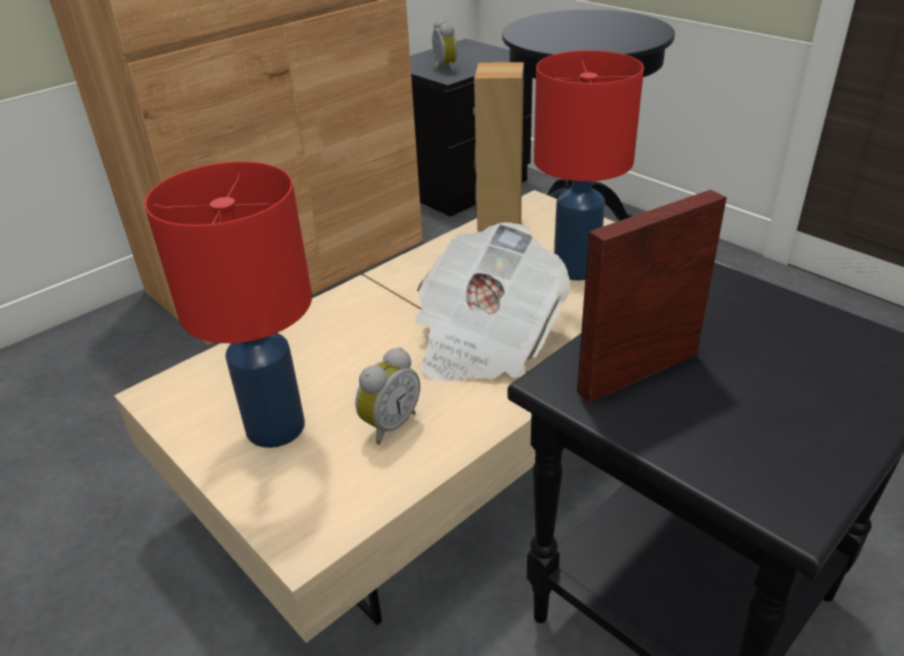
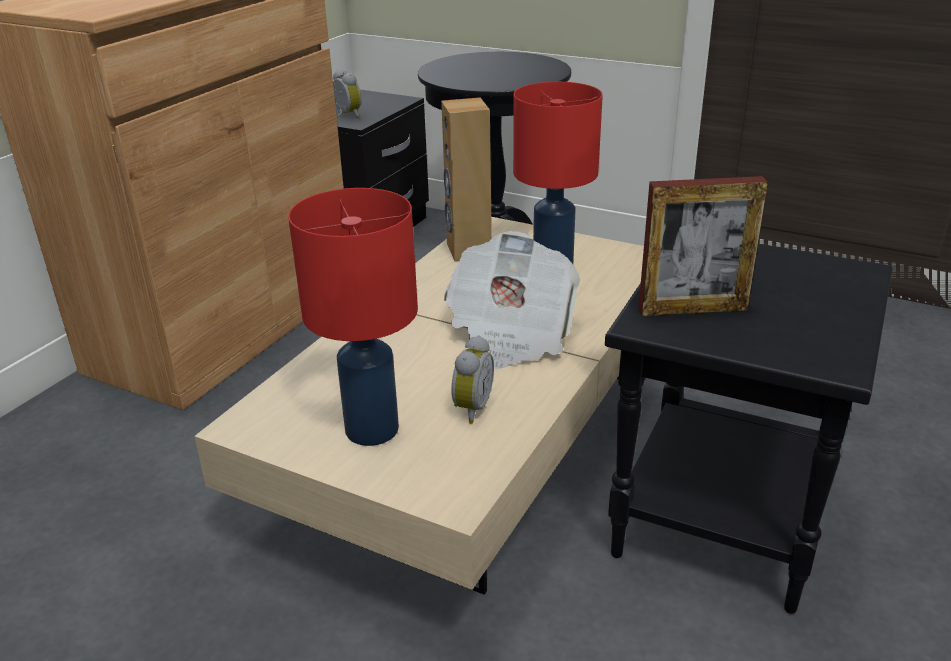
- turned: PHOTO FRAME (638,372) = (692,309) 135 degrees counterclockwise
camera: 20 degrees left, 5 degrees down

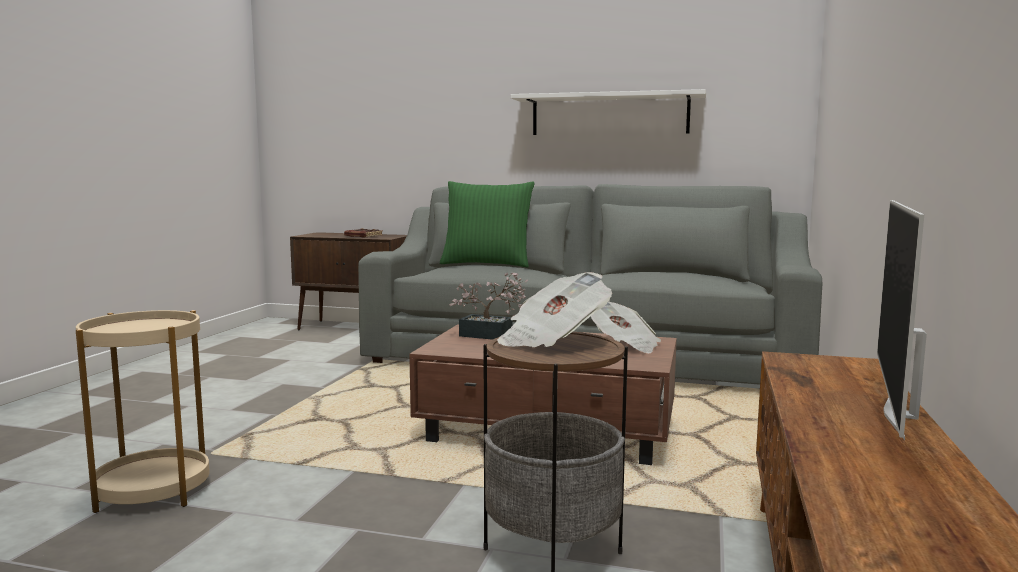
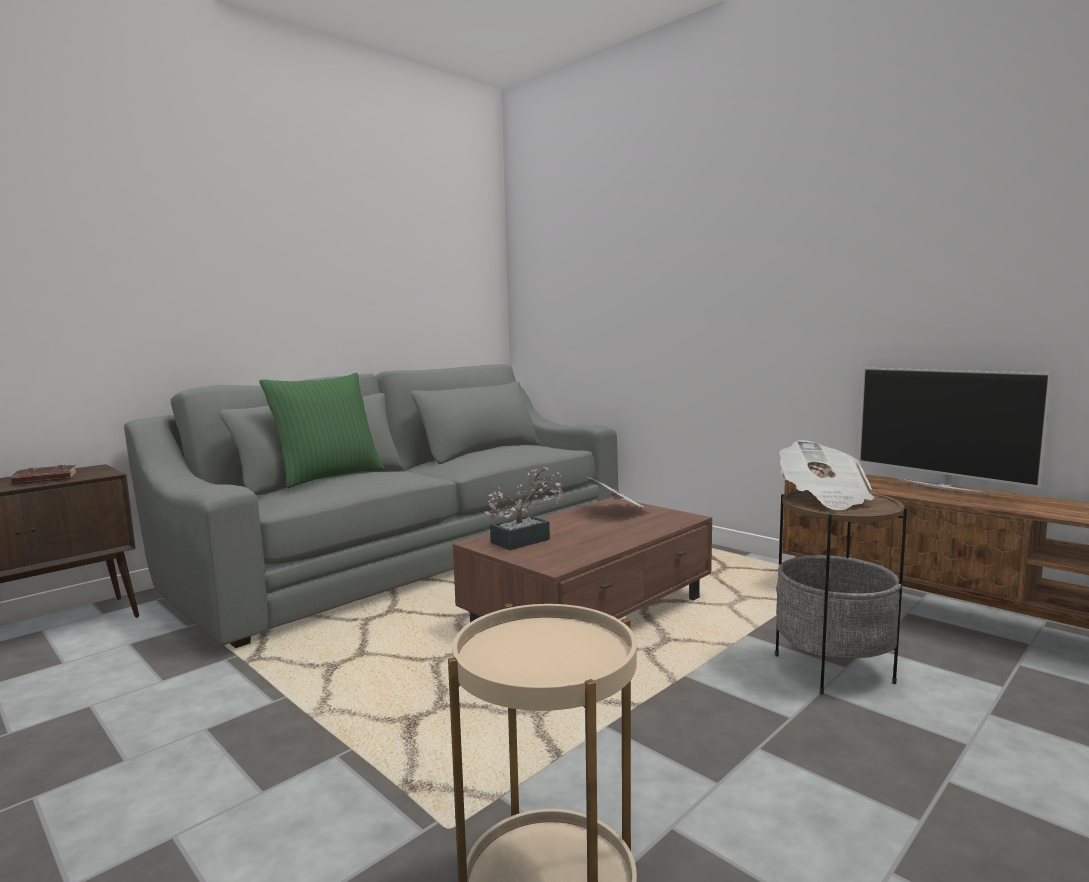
- removed: WHITISH SHELF (609,115)
camera: 60 degrees left, 0 degrees up

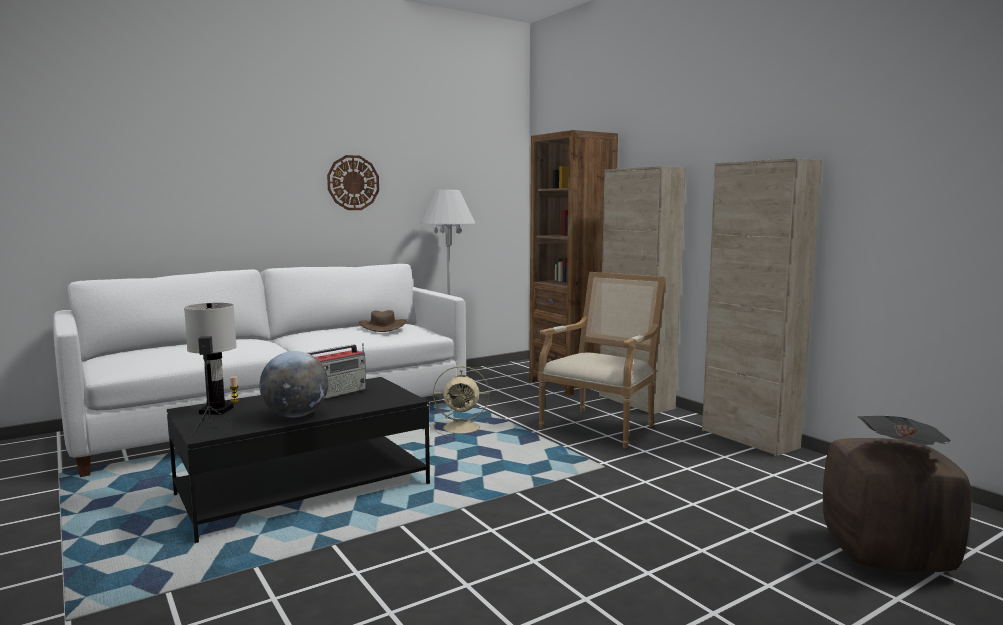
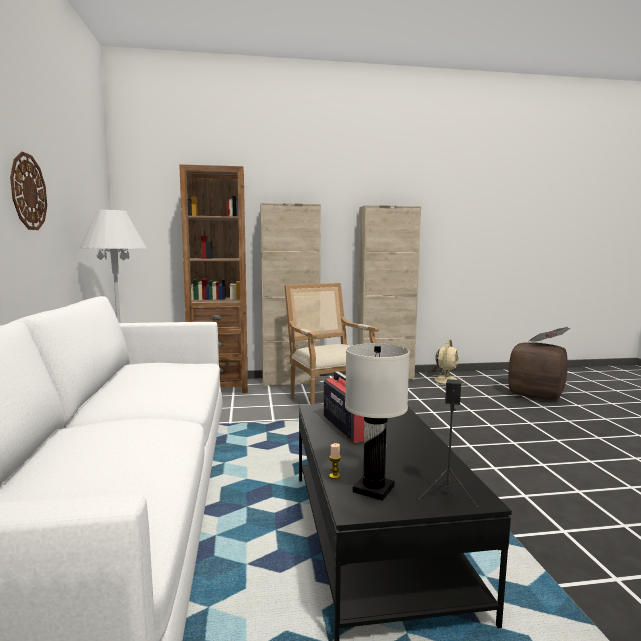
- removed: BROWN CLOTHING HAT (383,327)
- removed: GLOBE (296,415)
- moved: BEIGE COOLING FAN (463,428) to (447,380)
camera: 65 degrees left, 0 degrees up

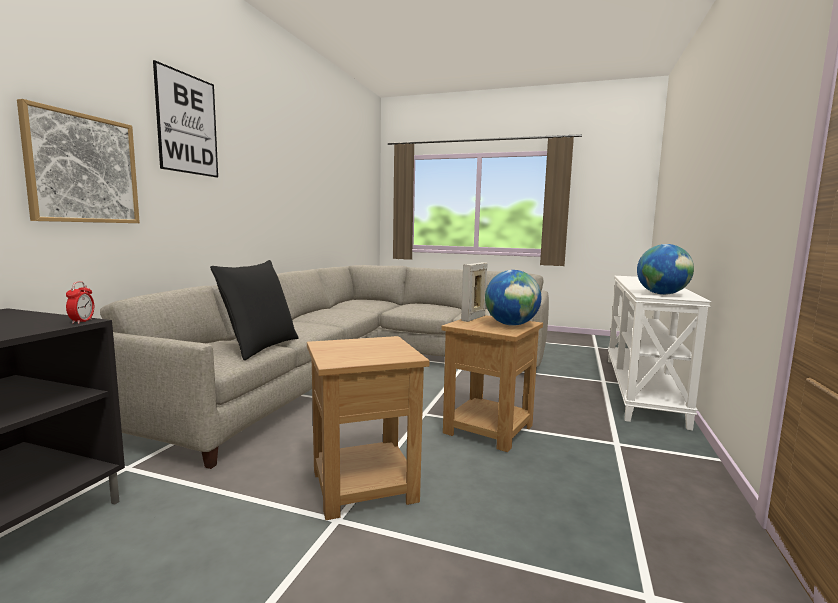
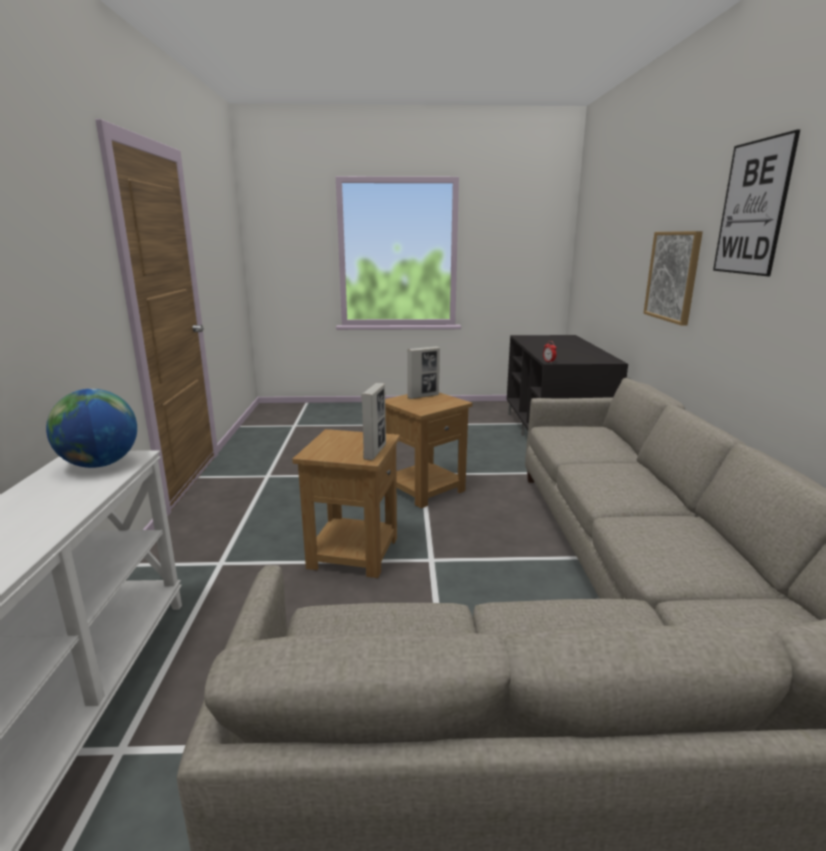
- removed: BLACK THROW PILLOW (259,347)
- removed: GLOBE (511,325)
- added: PHOTO FRAME (423,396)
camera: 160 degrees right, 10 degrees up

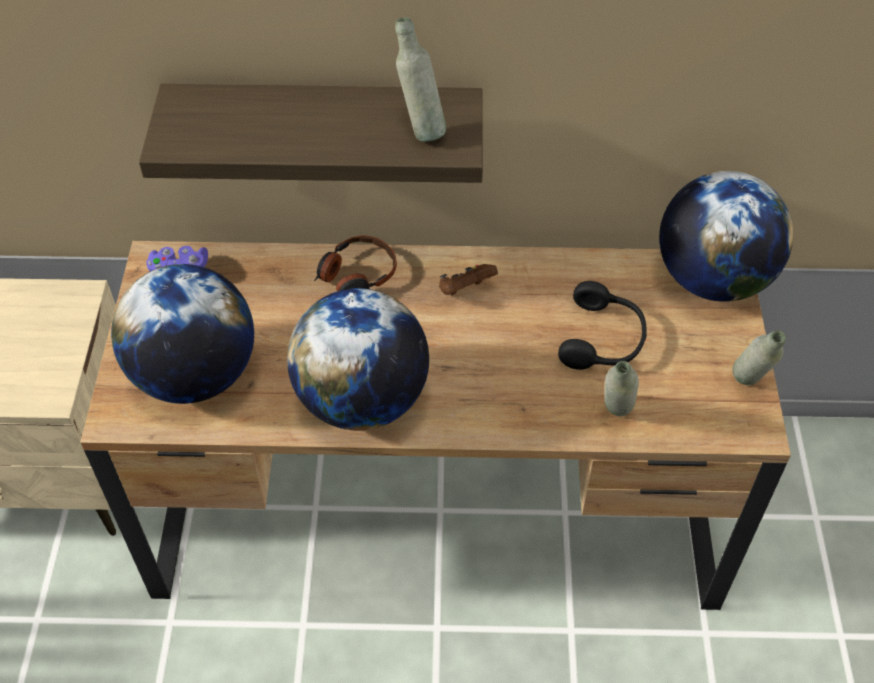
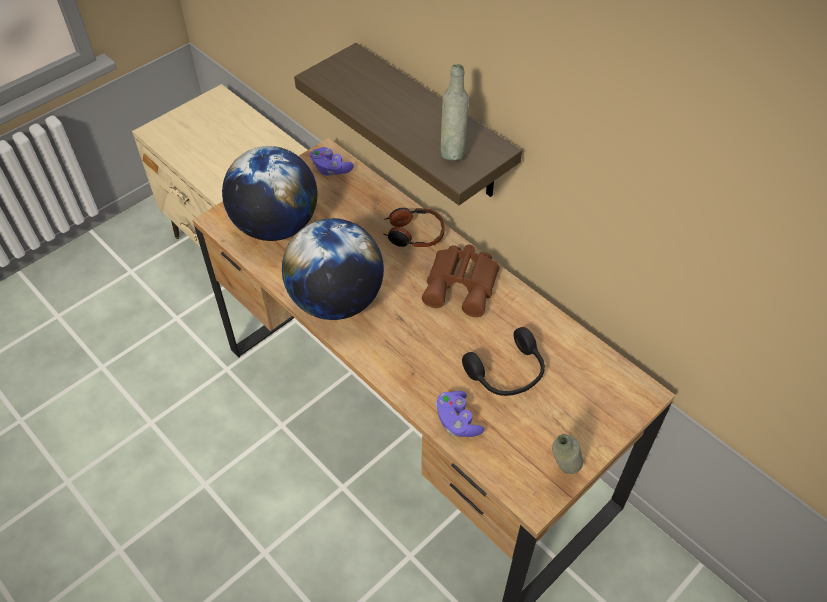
- removed: GLOBE (712,279)
- replaced: BROWN GAMEPAD (465,290) to BROWN PAIR OF BINOCULARS (463,285)
- replaced: GRAY BOTTLE (614,418) to PURPLE GAMEPAD (457,421)
camera: 45 degrees right, 0 degrees up

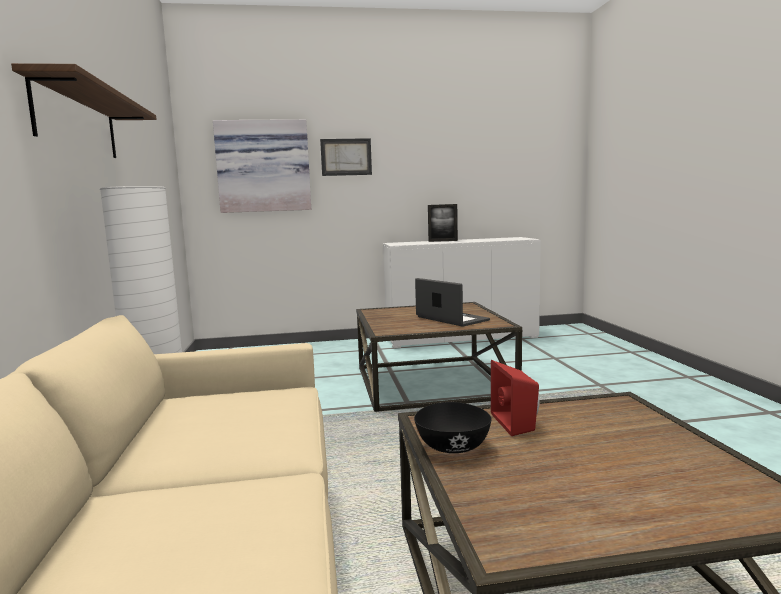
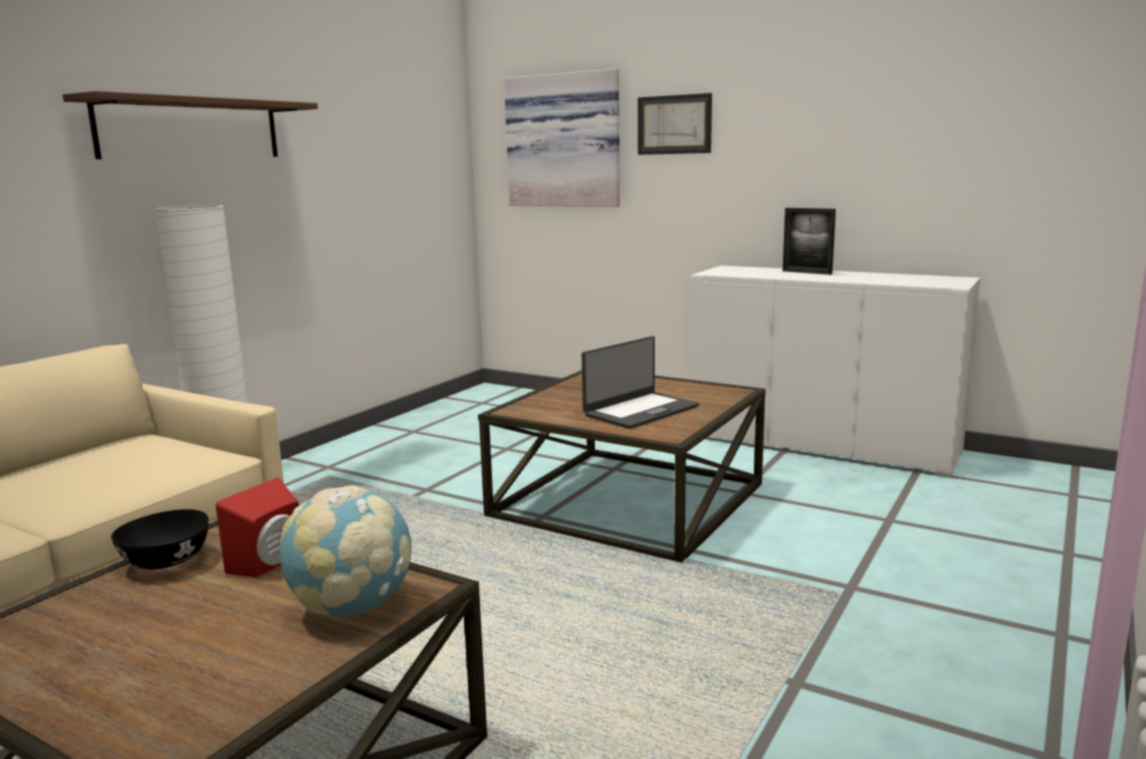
- turned: PORTABLE COMPUTER (451,319) = (640,410) 45 degrees clockwise
- added: GLOBE (352,608)
camera: 40 degrees right, 5 degrees up

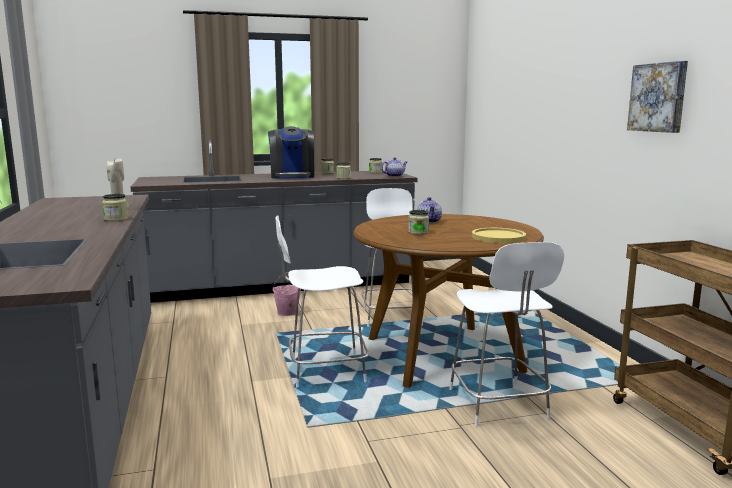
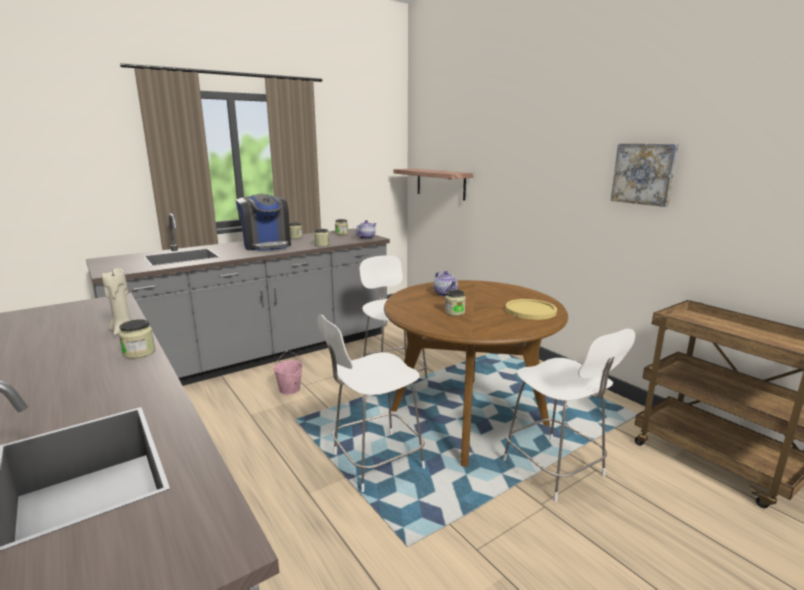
- added: SHELF (440,183)
camera: 20 degrees left, 5 degrees up

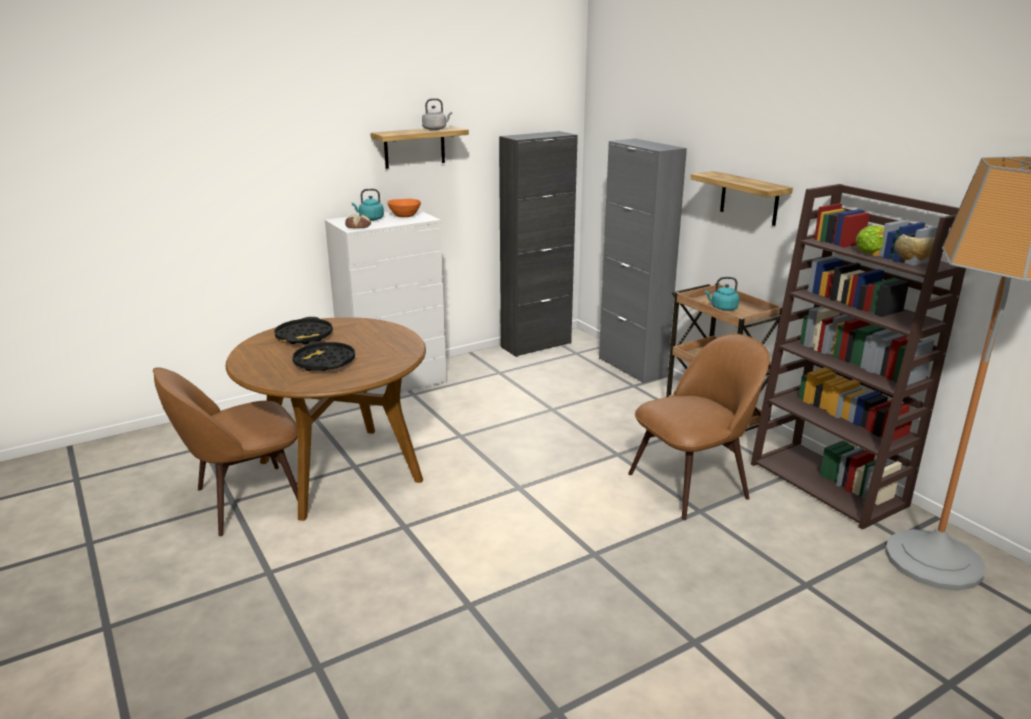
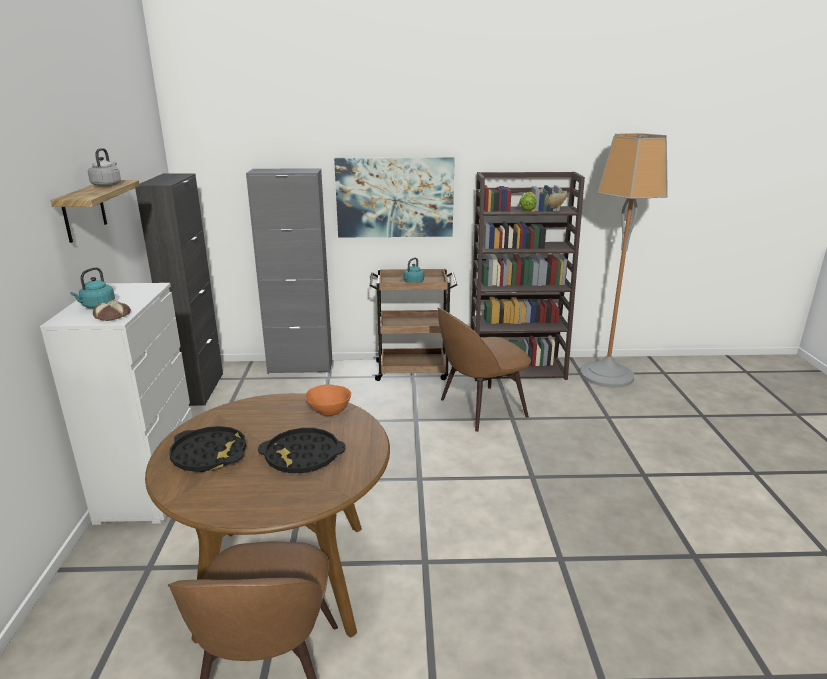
- replaced: SHELF (749,198) to WALL PICTURE (395,197)
- moved: ORANGE SERVING BOWL (405,216) to (329,411)
- turned: BROWN PLAIN CHAIR (692,484) = (479,408) 120 degrees counterclockwise
camera: 60 degrees left, 0 degrees up

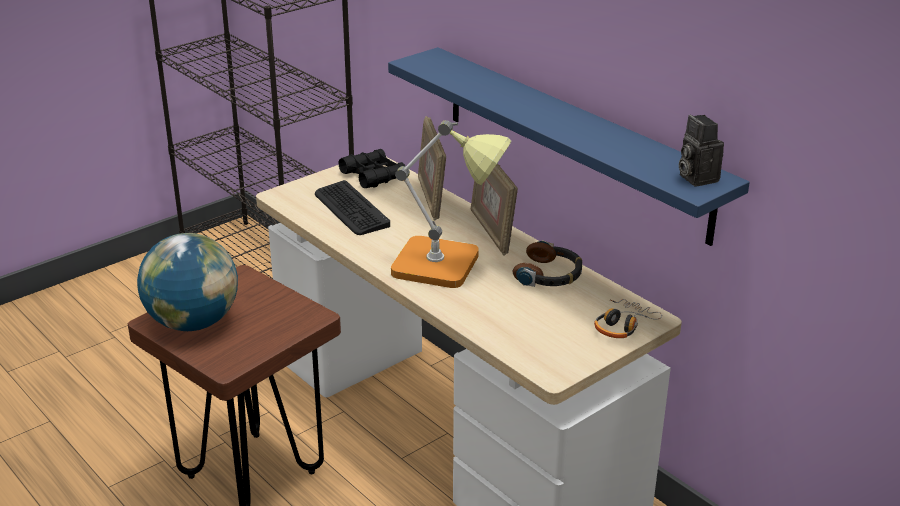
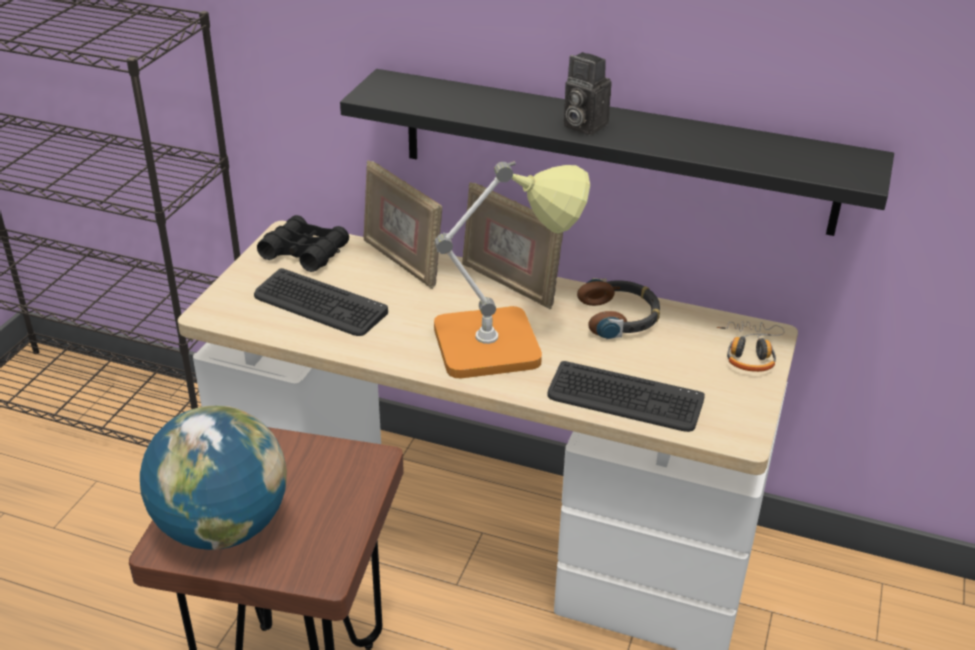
- recoloured: BLUE-COLOURED SHELF (573,141) to BLACK SHELF (615,151)
- moved: PHOTO CAMERA (695,177) to (582,125)
- added: COMPUTER KEYBOARD (624,399)
camera: 30 degrees left, 5 degrees up

